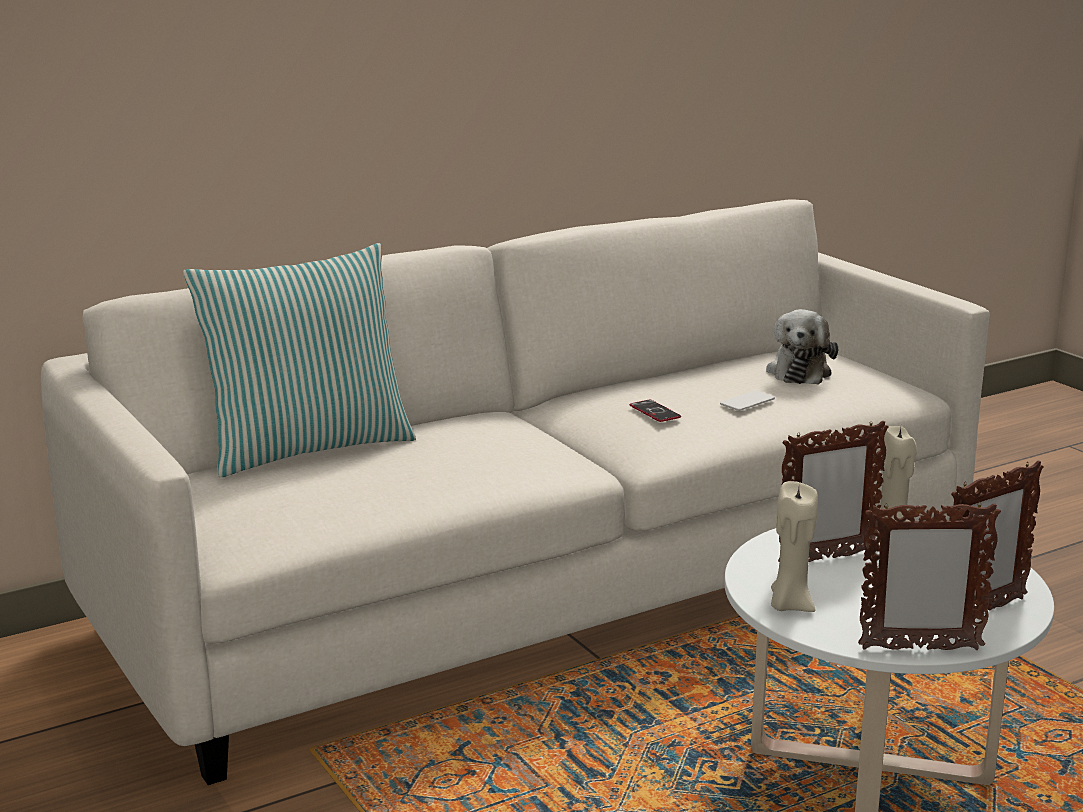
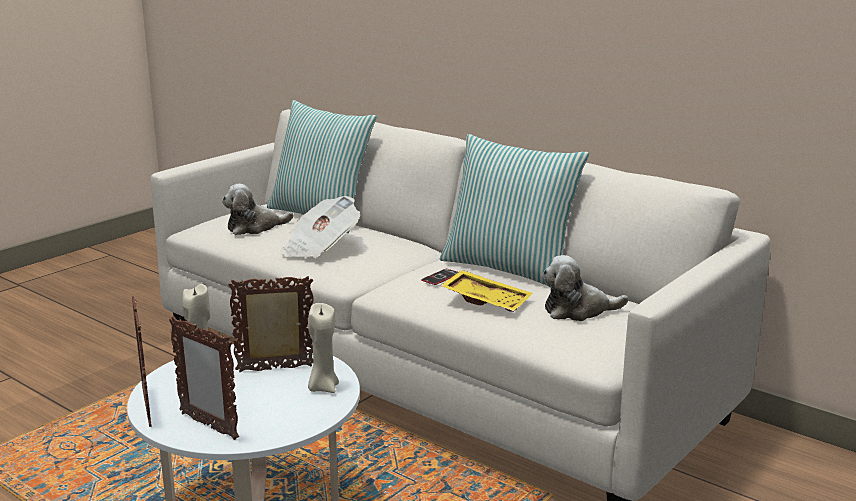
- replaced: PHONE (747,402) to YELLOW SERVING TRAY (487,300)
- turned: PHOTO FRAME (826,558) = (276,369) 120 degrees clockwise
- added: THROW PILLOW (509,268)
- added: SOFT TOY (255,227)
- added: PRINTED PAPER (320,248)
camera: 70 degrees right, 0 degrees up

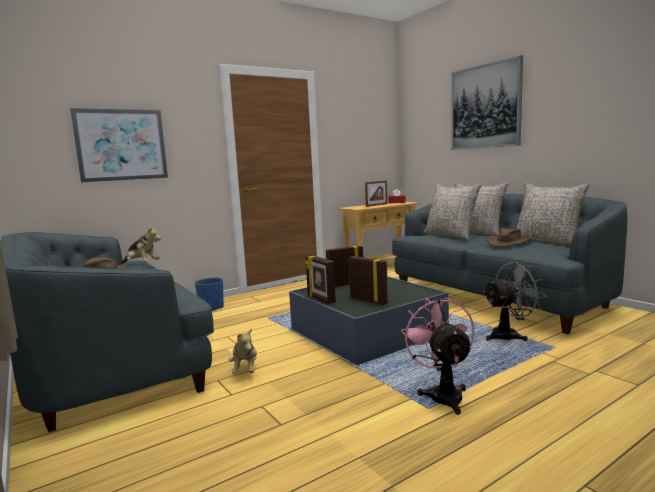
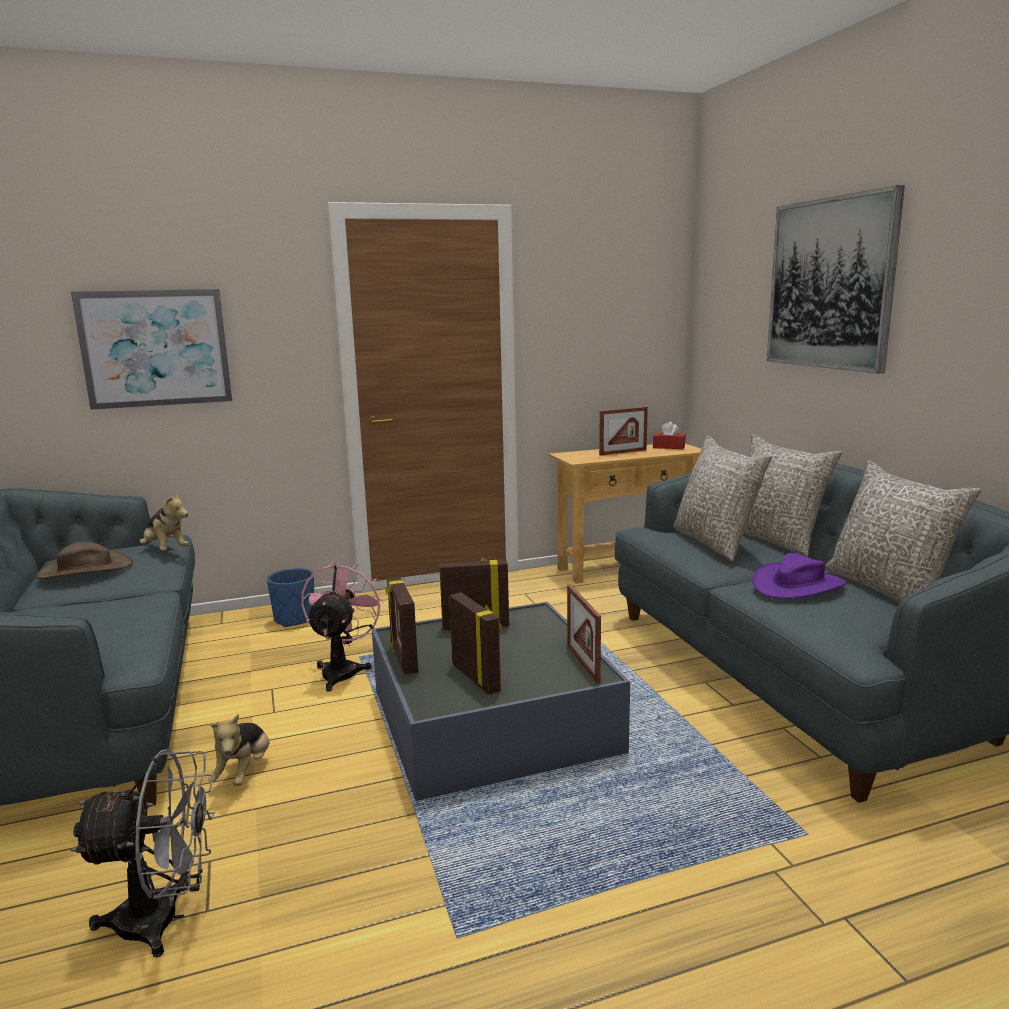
- recoloured: BROWN CLOTHING HAT (508,243) to PURPLE CLOTHING HAT (797,585)
- moved: GRAY COOLING FAN (509,335) to (165,919)
- moved: PINKISH COOLING FAN (442,394) to (343,670)
- added: PHOTO FRAME (583,663)
camera: 15 degrees right, 5 degrees up

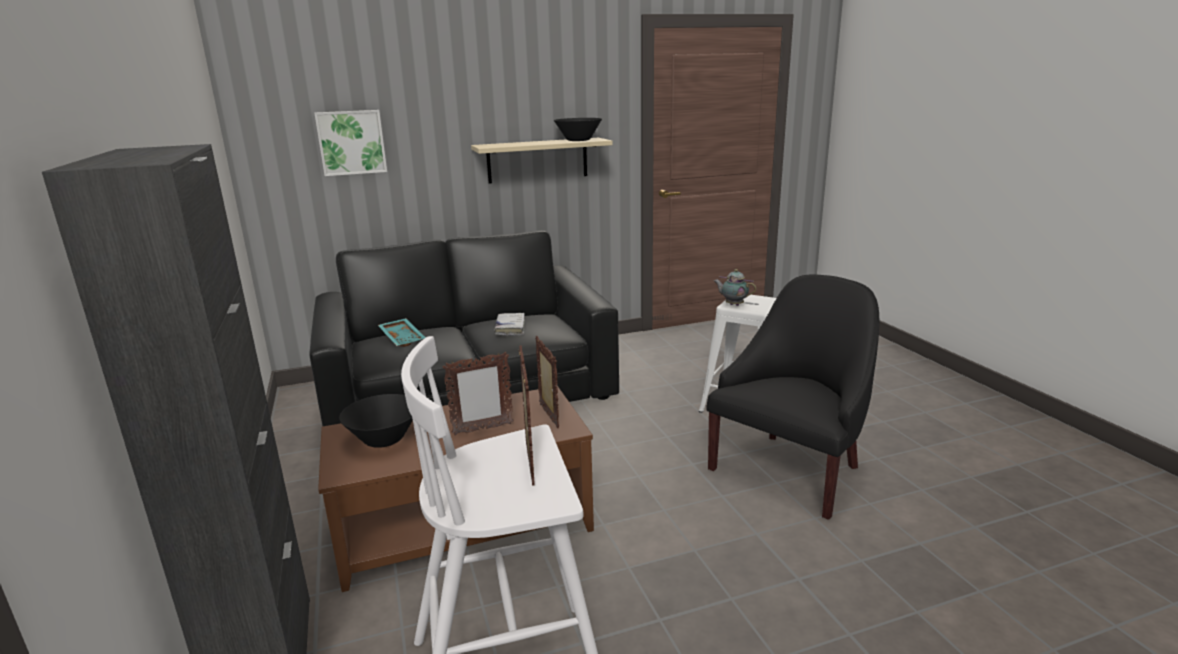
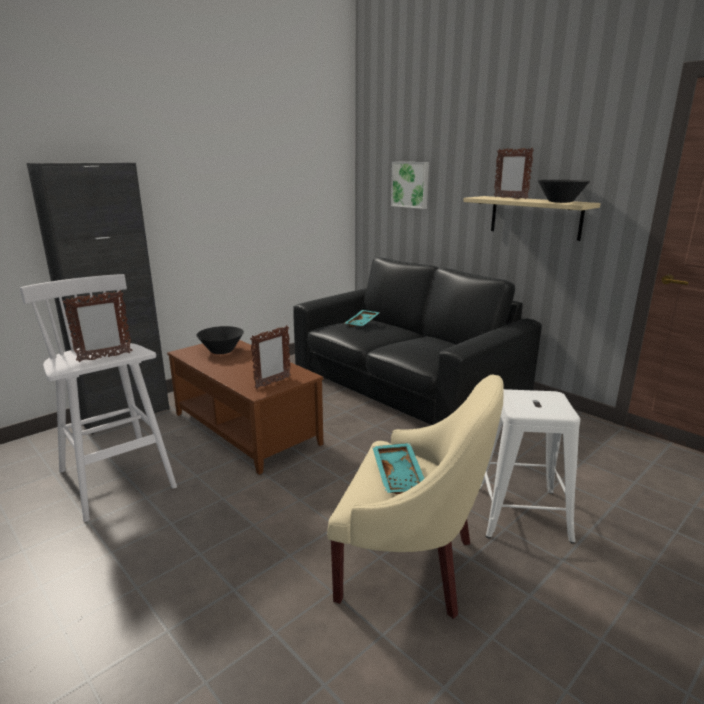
- removed: TEA POT (733,305)
- recoloured: BLACK EASY CHAIR (791,469) to BEIGE EASY CHAIR (411,564)
- removed: WHITISH BOUND BOOK (510,328)
- moved: PHOTO FRAME (482,429) to (510,198)
- added: TURQUOISE SERVING TRAY (400,475)
camera: 65 degrees right, 0 degrees up

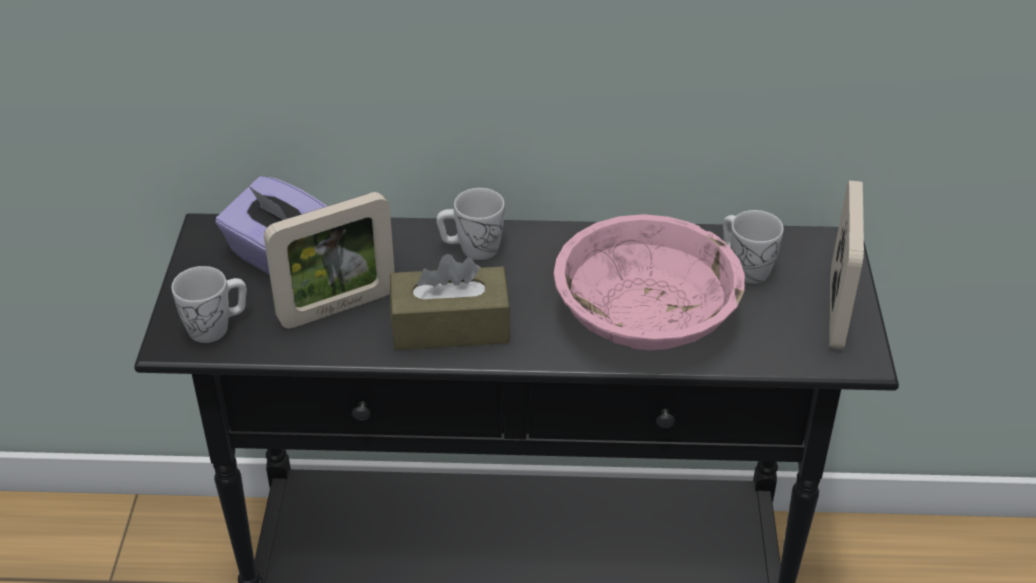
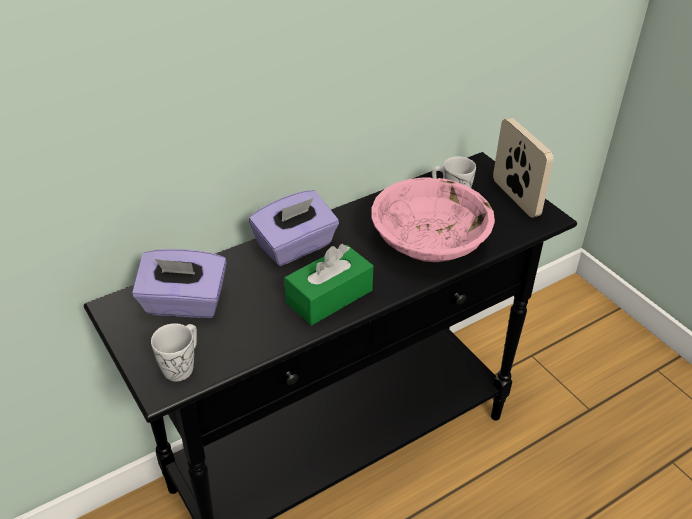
- replaced: WHITISH TEA MUG (471,249) to PURPLE BOX OF TISSUES (295,246)
- removed: PHOTO FRAME (337,308)
- recoloured: BROWN BOX OF TISSUES (450,326) to GREEN BOX OF TISSUES (329,296)
camera: 35 degrees left, 0 degrees up

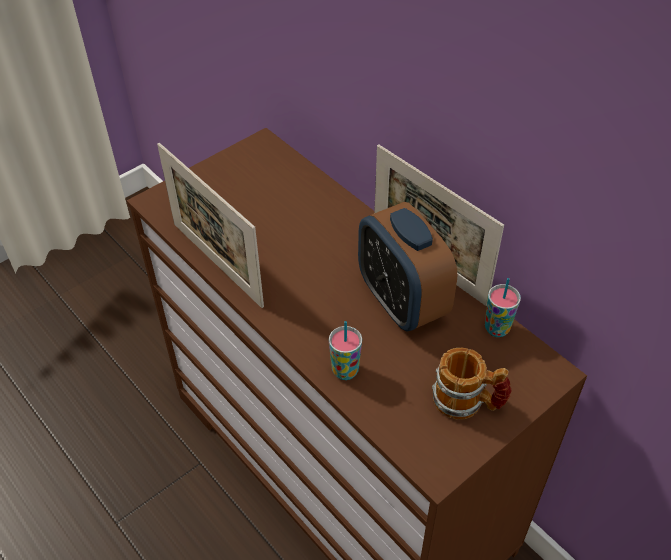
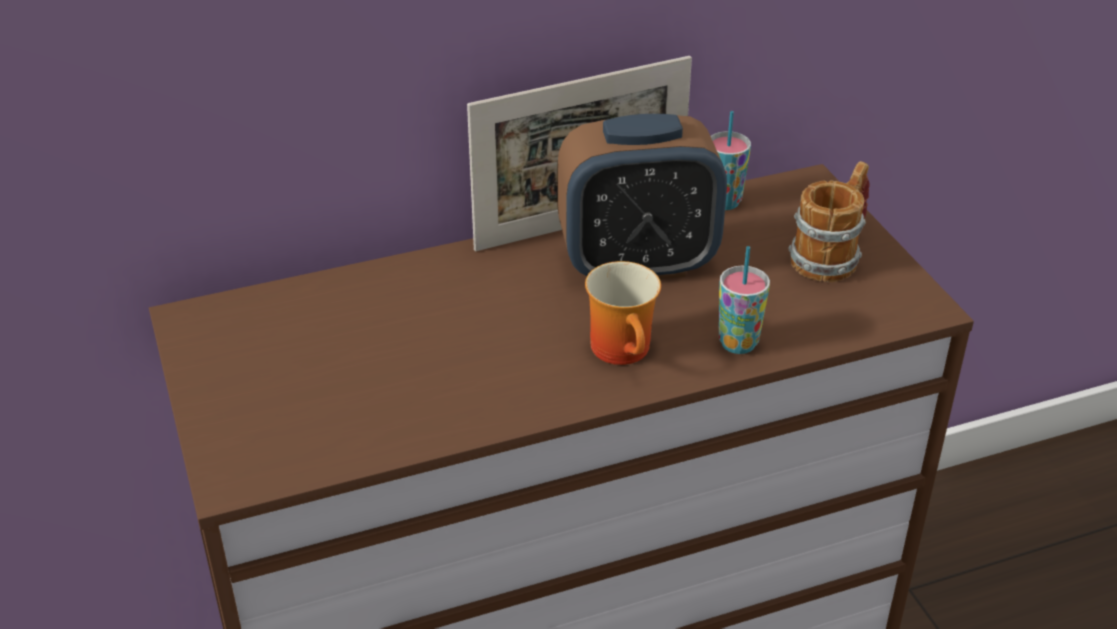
- removed: PHOTO FRAME (217,264)
- added: TEA MUG (627,350)
camera: 70 degrees left, 10 degrees down

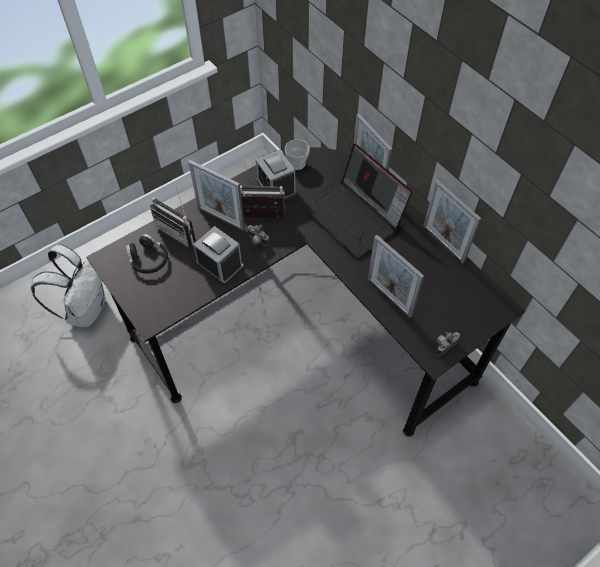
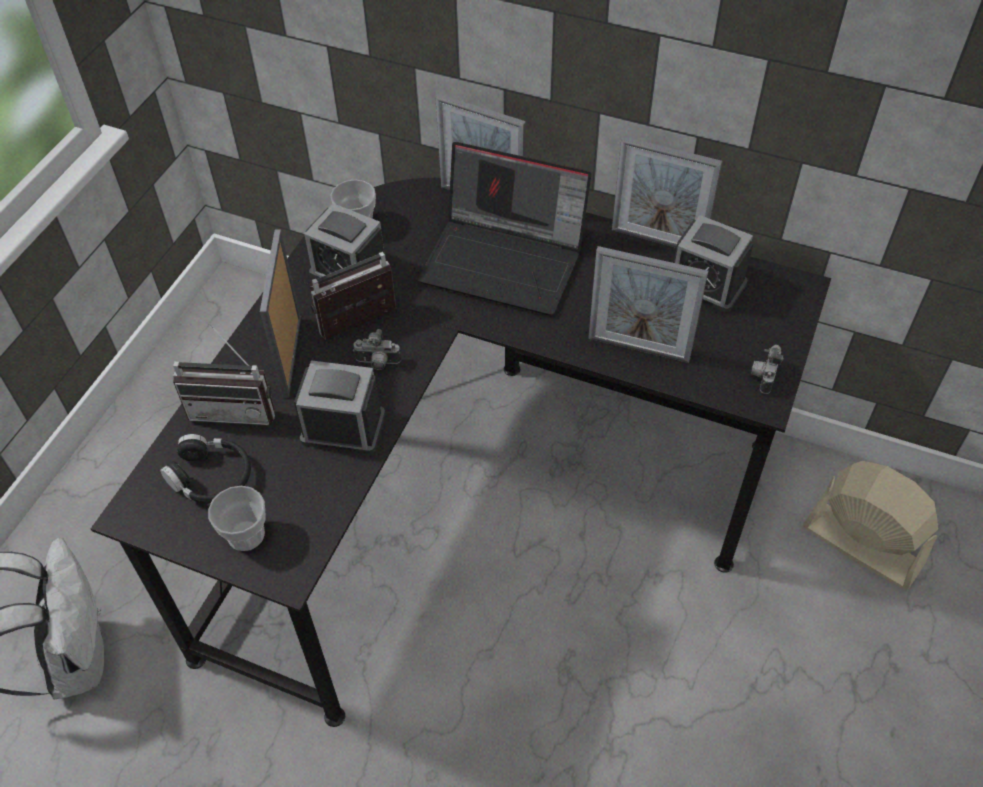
- turned: PHOTO FRAME (221,218) = (292,356) 90 degrees clockwise
- added: ALARM CLOCK (706,285)
- added: BEIGE COOLING FAN (862,544)
- added: CUP (246,534)
camera: 30 degrees left, 5 degrees down

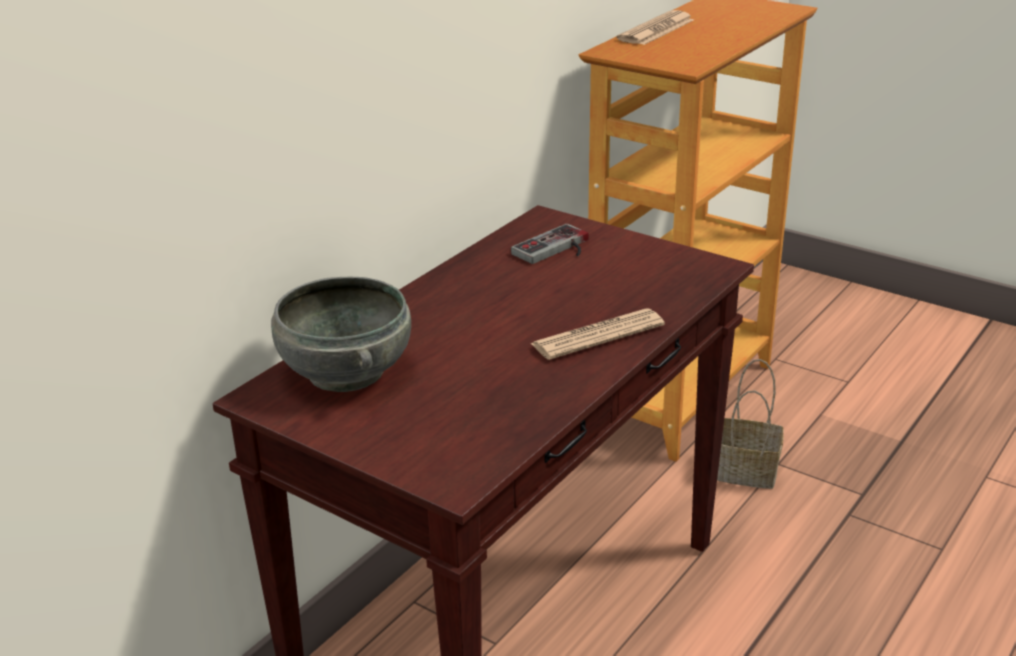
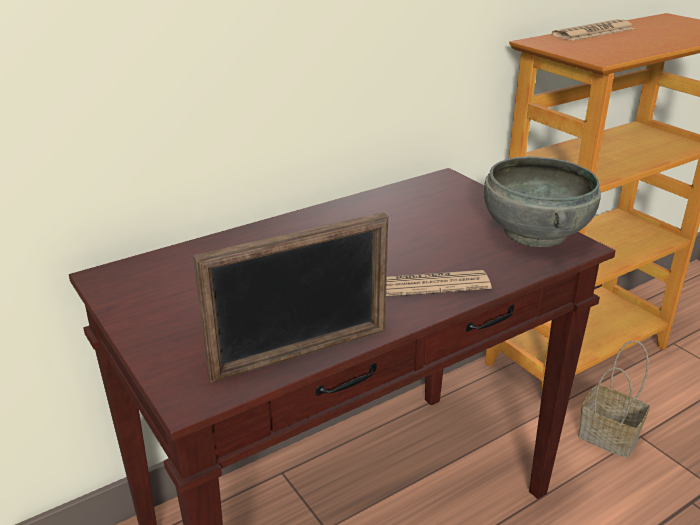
- removed: GAMEPAD (557,249)
- moved: GRAY SERVING BOWL (344,372) to (533,233)
- added: PHOTO FRAME (301,354)
camera: 20 degrees right, 0 degrees up

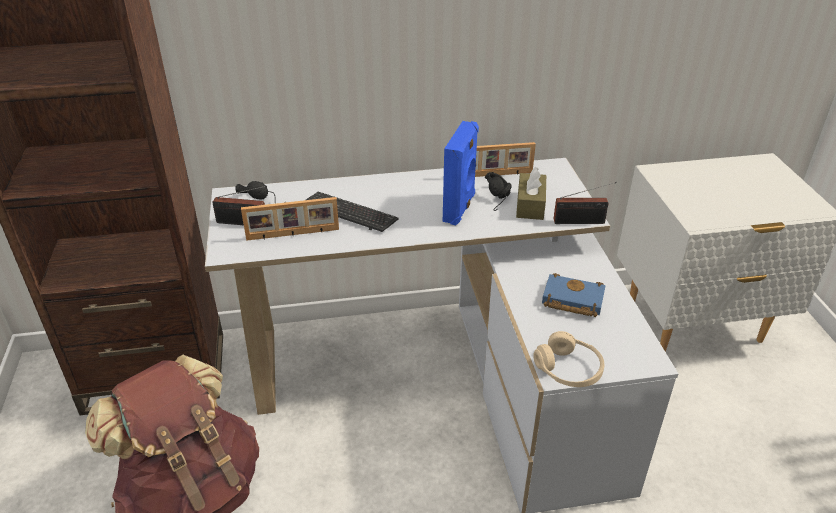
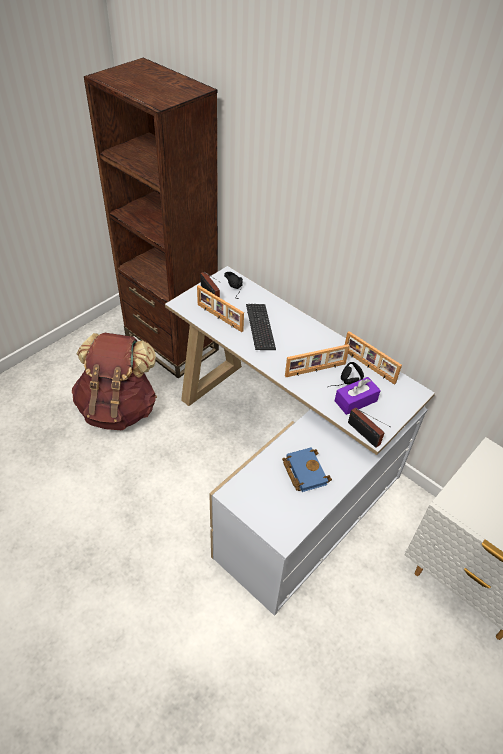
- replaced: BLUE-COLOURED SPEAKER (460,208) to PHOTO FRAME (315,370)
- recoloured: BROWN BOX OF TISSUES (530,205) to PURPLE BOX OF TISSUES (355,401)
- removed: BEIGE HEADSET (568,370)
camera: 50 degrees right, 10 degrees up

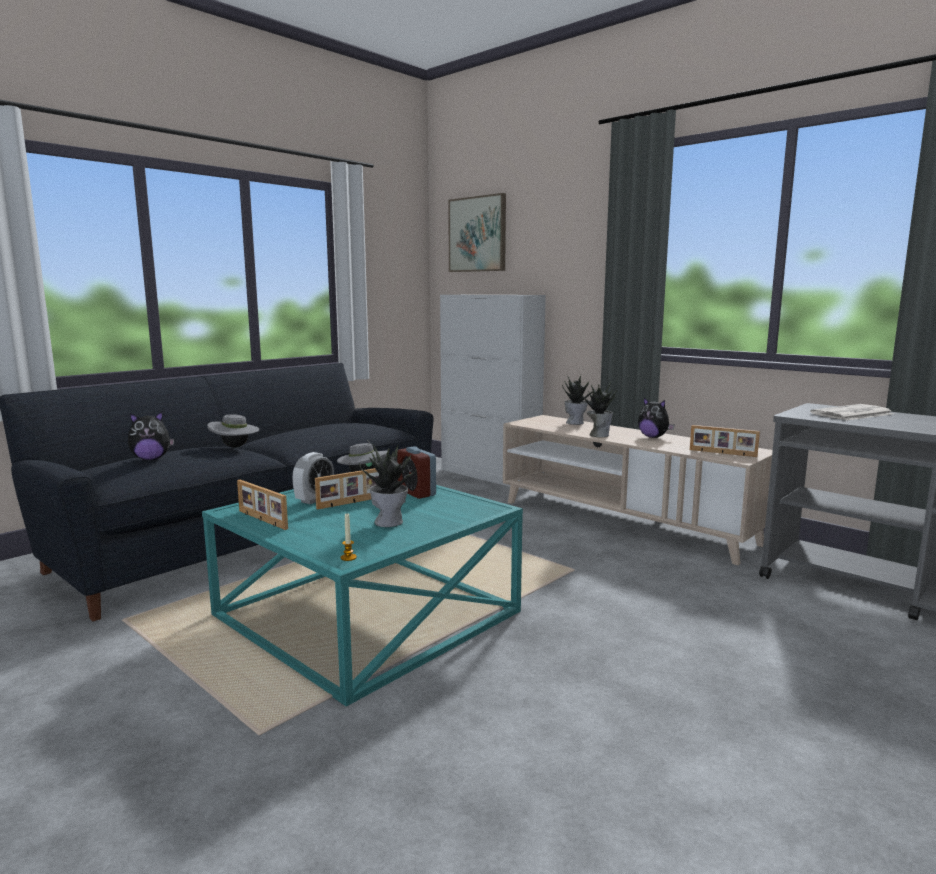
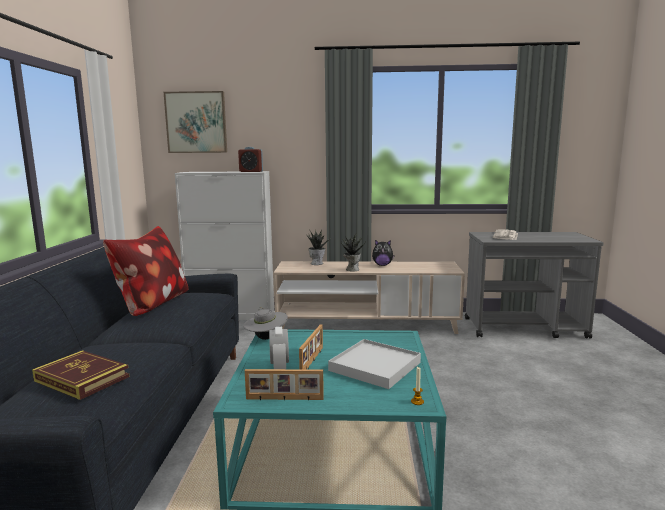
- replaced: SOFT TOY (151,459) to BOUND BOOK (82,379)
- removed: GRAY CLOTHING HAT (235,447)
- removed: PHOTO FRAME (722,453)
- replaced: PLANT IN A POT (390,522) to WHITISH SERVING TRAY (375,366)
- moved: ALARM CLOCK (416,492) to (251,171)
- added: THROW PILLOW (151,305)
camera: 40 degrees left, 0 degrees up

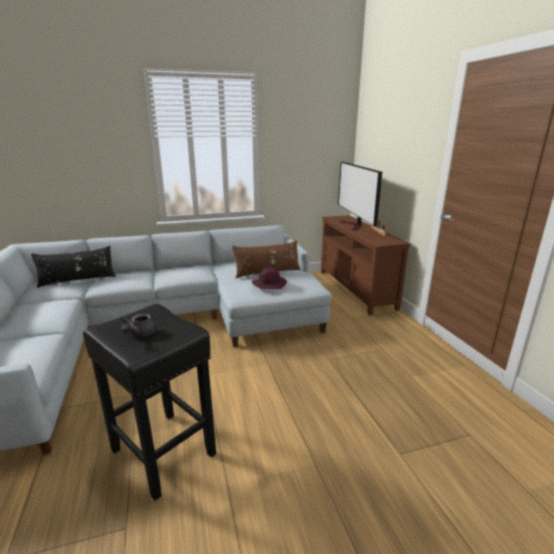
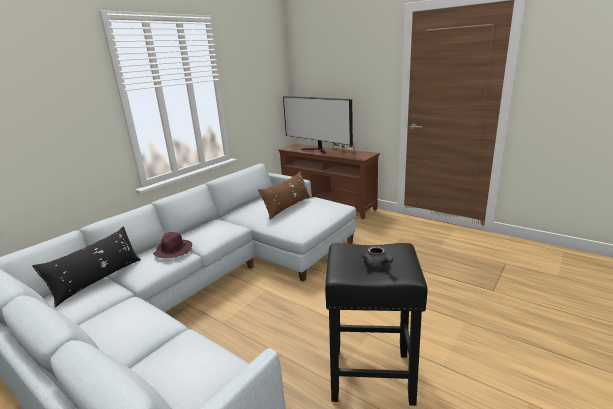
- moved: PURPLE CLOTHING HAT (269,284) to (173,250)
camera: 35 degrees left, 0 degrees up

